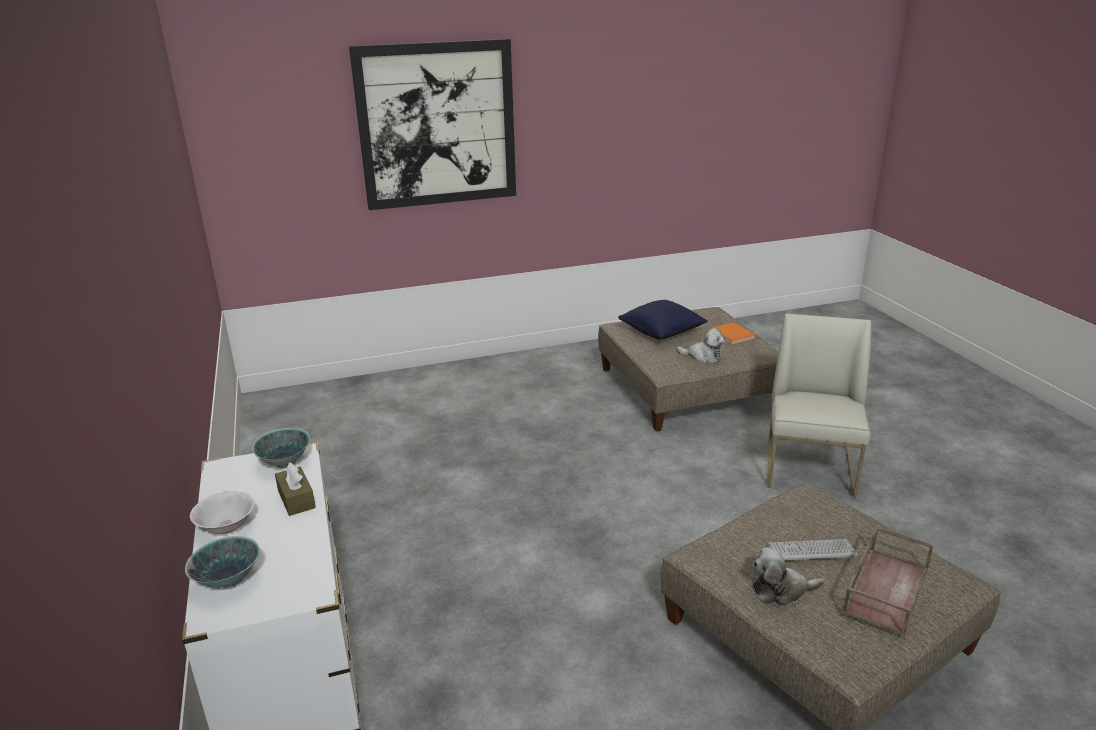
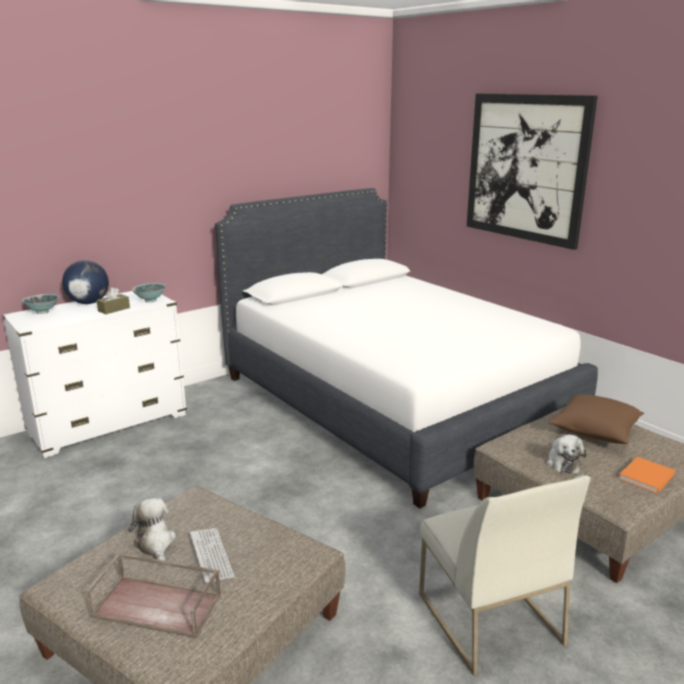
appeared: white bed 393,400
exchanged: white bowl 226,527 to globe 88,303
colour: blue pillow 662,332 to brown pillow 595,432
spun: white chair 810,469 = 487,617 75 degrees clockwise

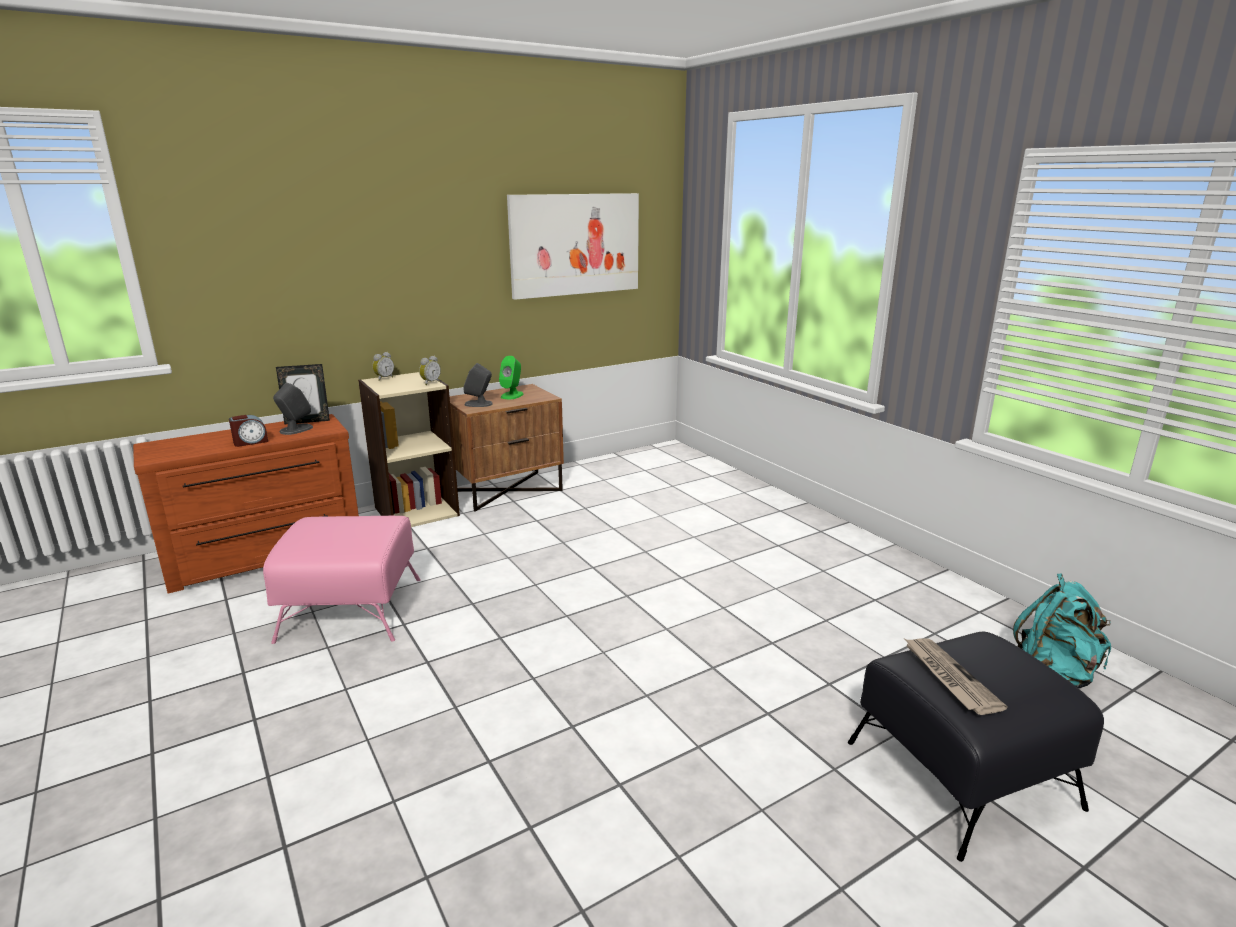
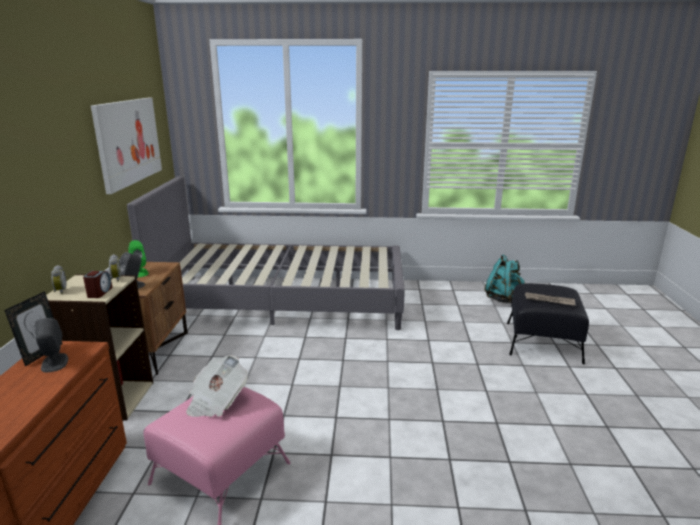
appeared: grey bed 283,301; newspaper 216,401
relocated: alarm clock 250,442 to 99,292

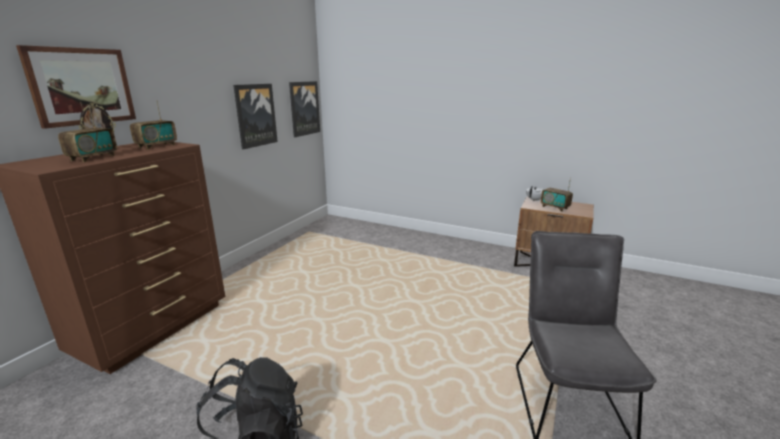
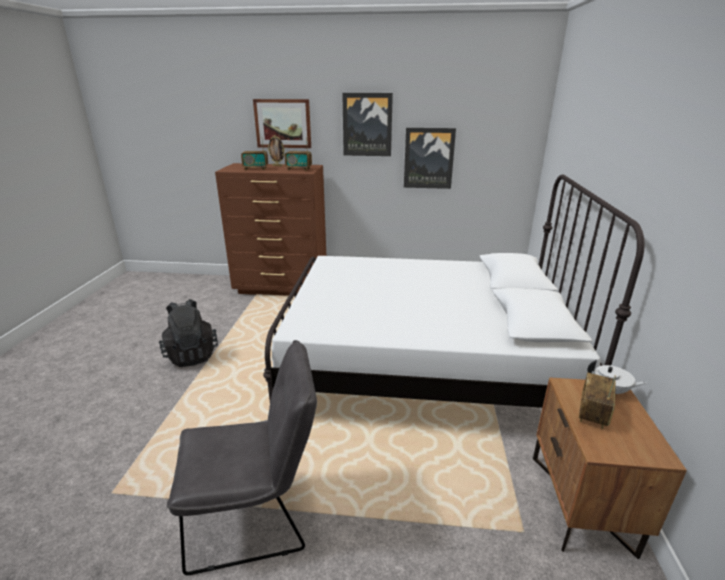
appeared: white bed 423,365
relocated: picture 304,108 to 367,125

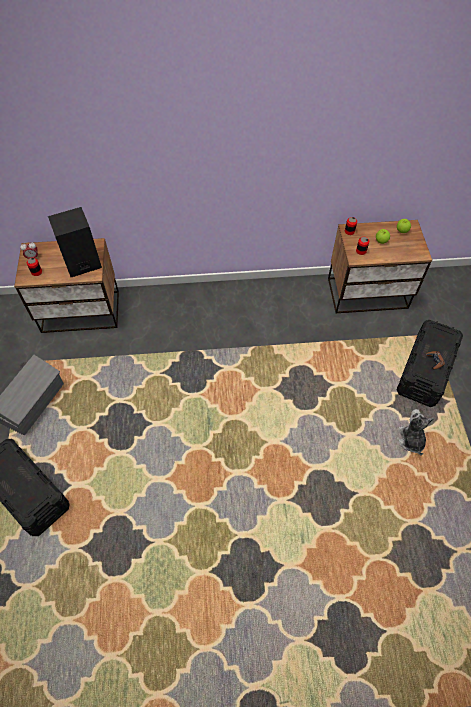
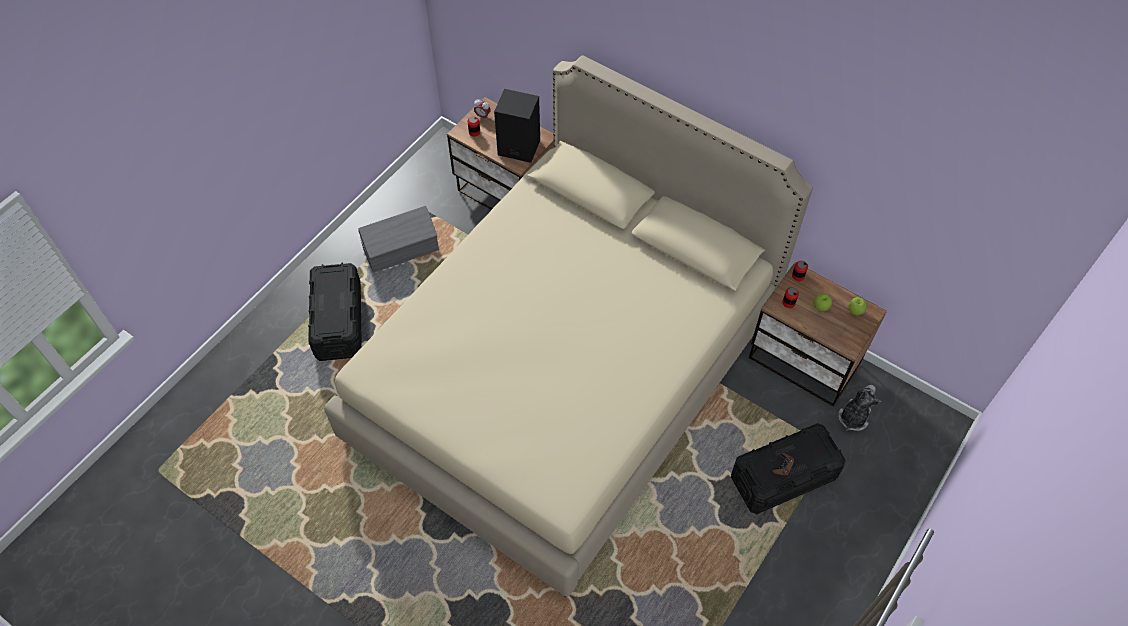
appeared: beige bed 564,376
relocated: plush toy 411,439 to 853,417

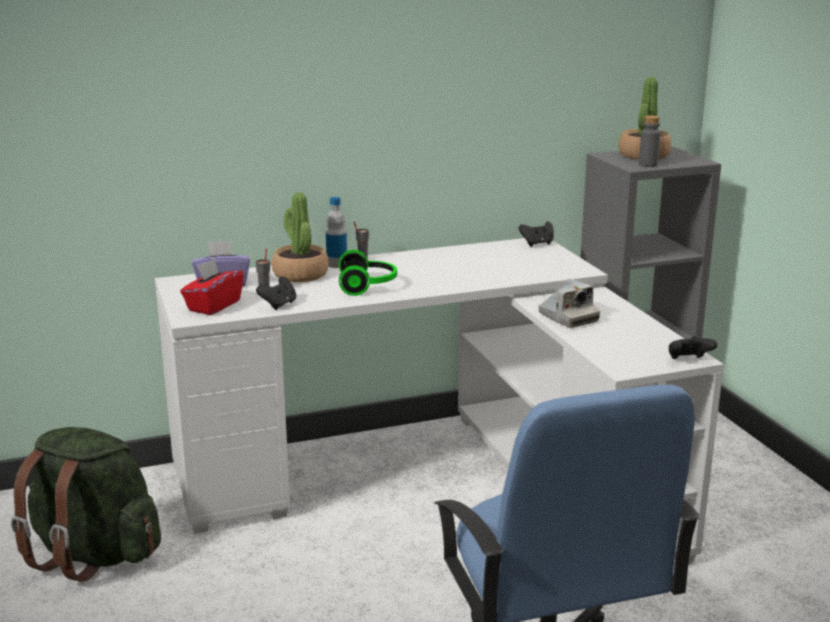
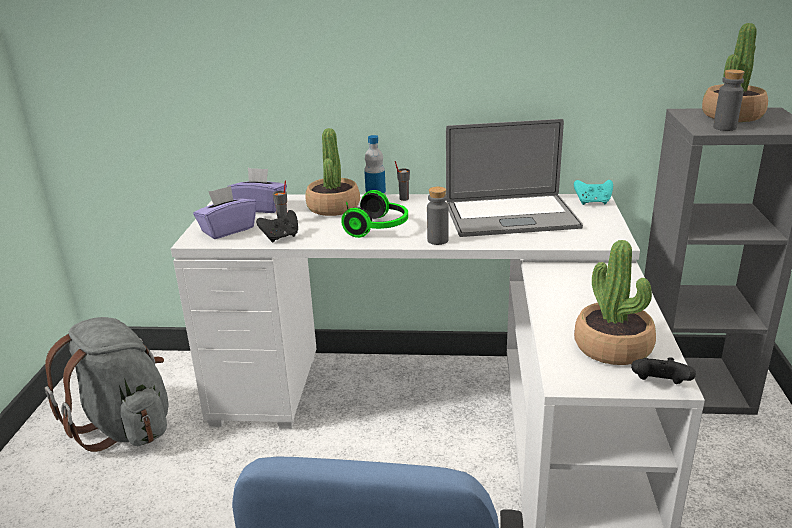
missing: photo camera 568,317
appeared: laptop 511,216; grey bottle 437,240; potted plant 613,347
colour: black game controller 537,244 to turquoise game controller 593,202; red tissue box 213,306 to purple tissue box 228,230; green backpack 94,554 to grey backpack 125,426

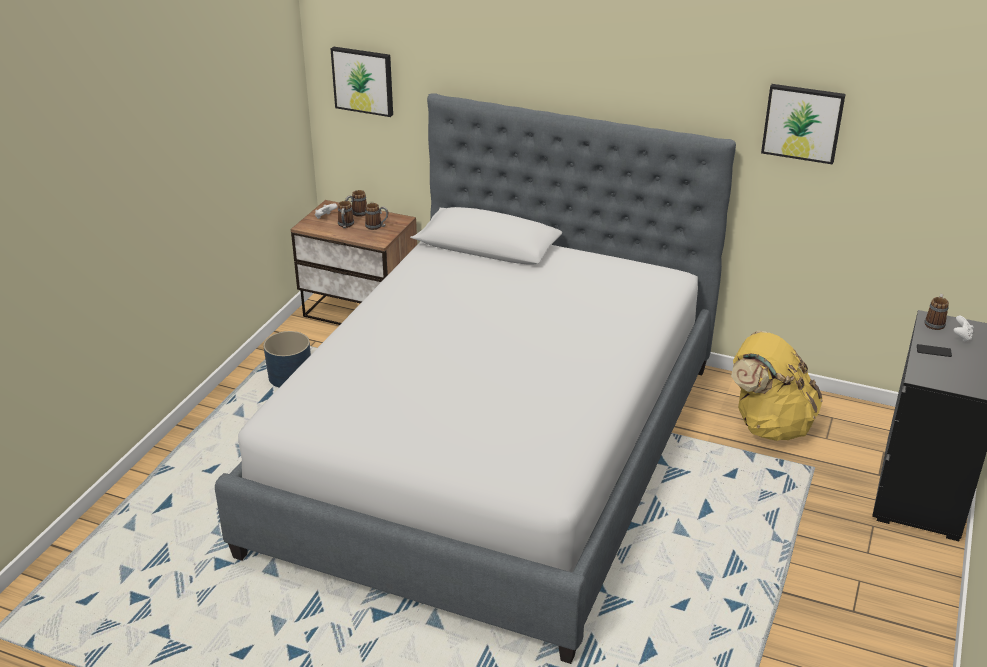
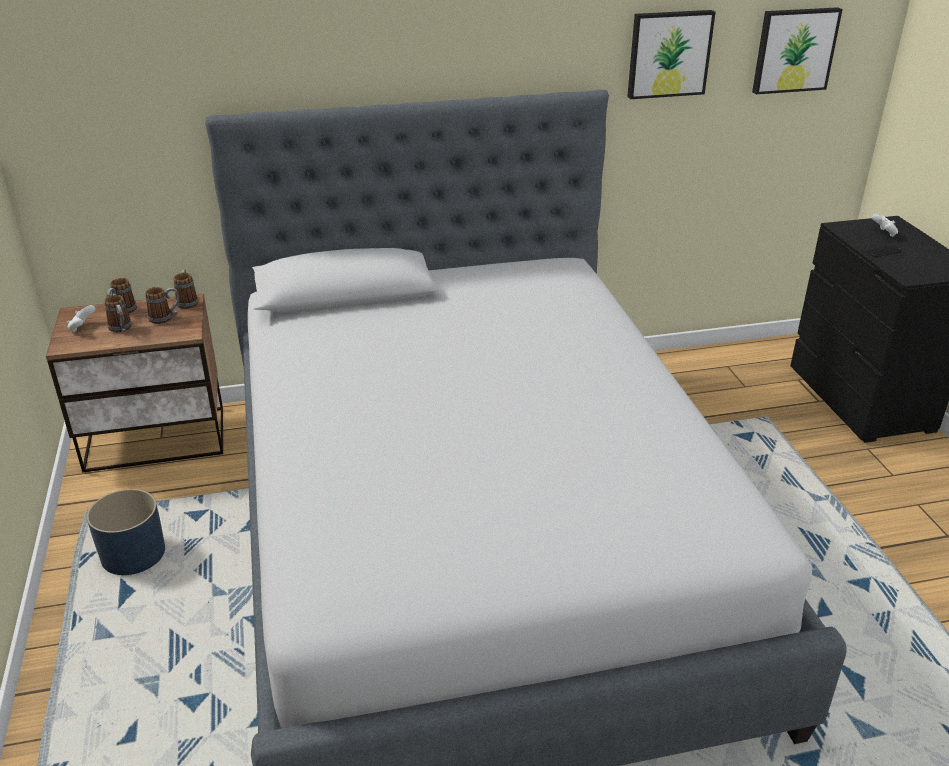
missing: yellow backpack 769,425
relocated: picture 363,80 to 794,50; mug 935,322 to 187,301

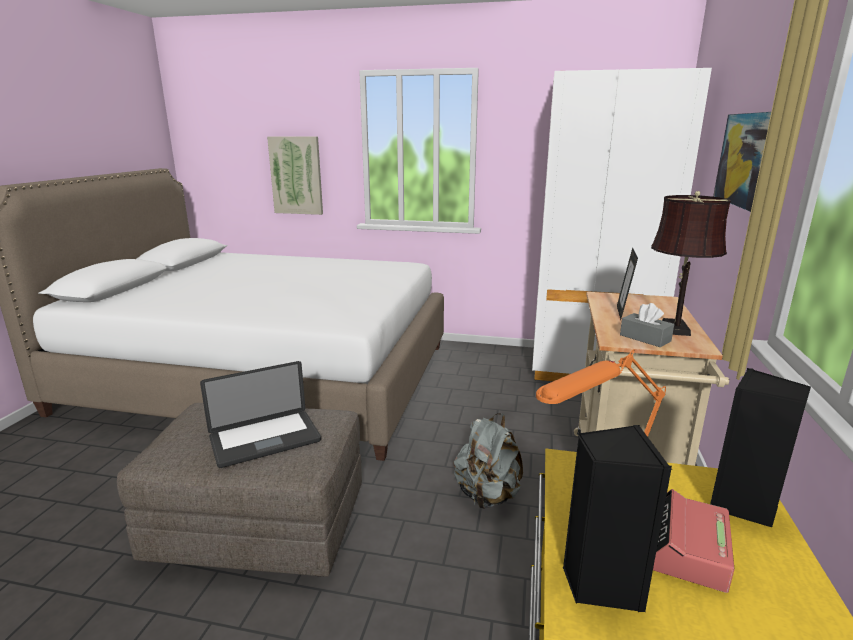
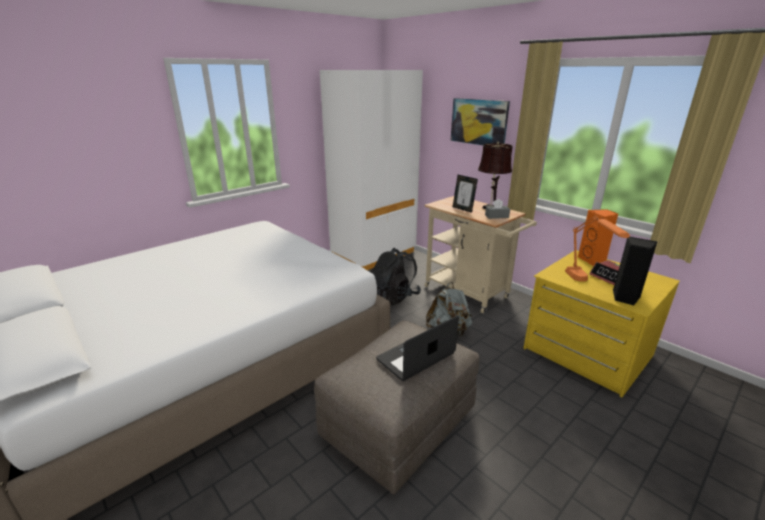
missing: picture 296,175
appeared: black backpack 394,297
colour: black speaker 743,506 to orange speaker 592,260
spun: laptop 265,439 = 416,357 135 degrees counterclockwise

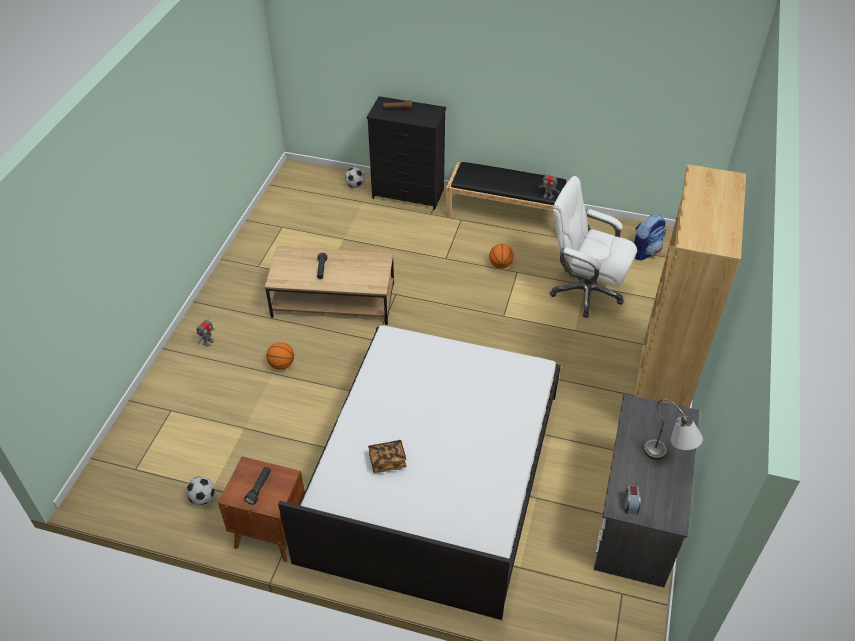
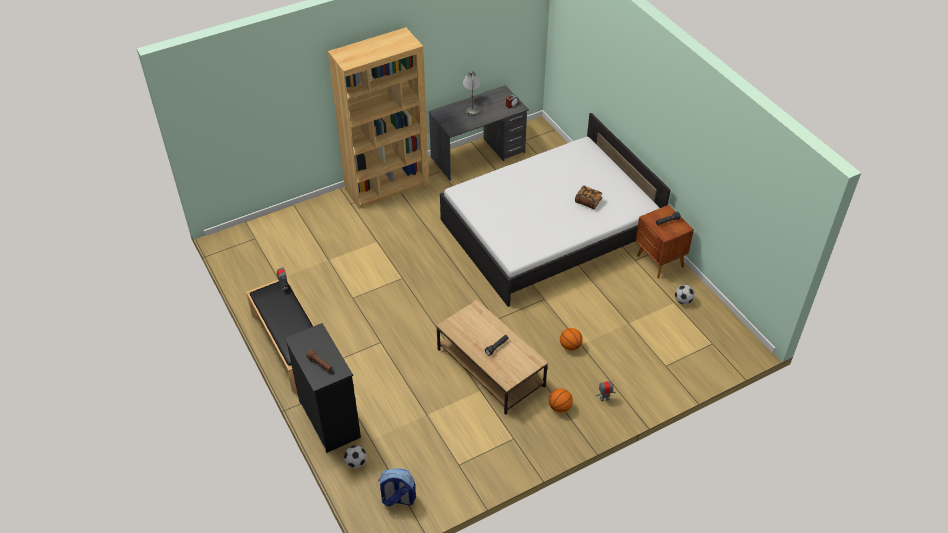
missing: white office chair 585,291
relocated: backpack 645,251 to 397,499; basketball 500,265 to 559,407

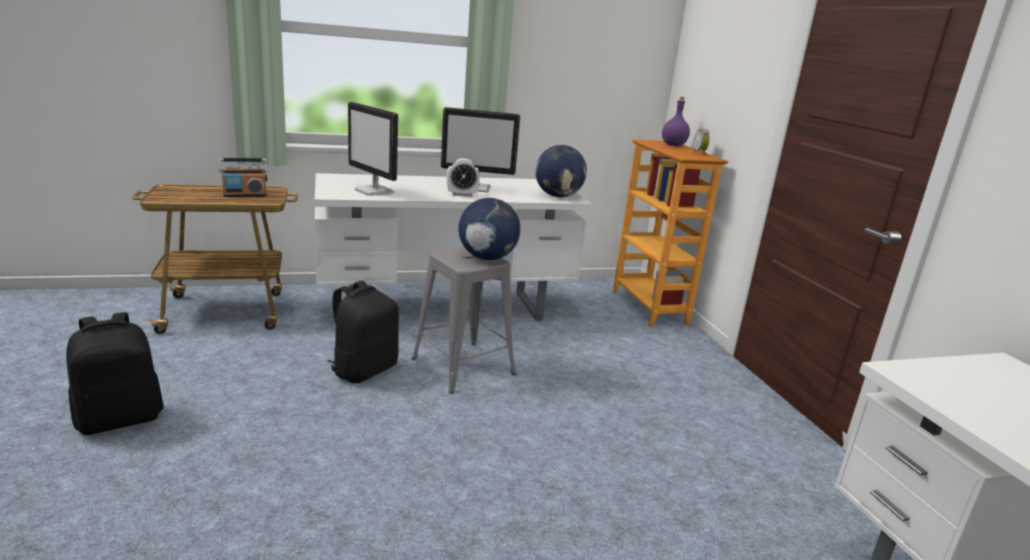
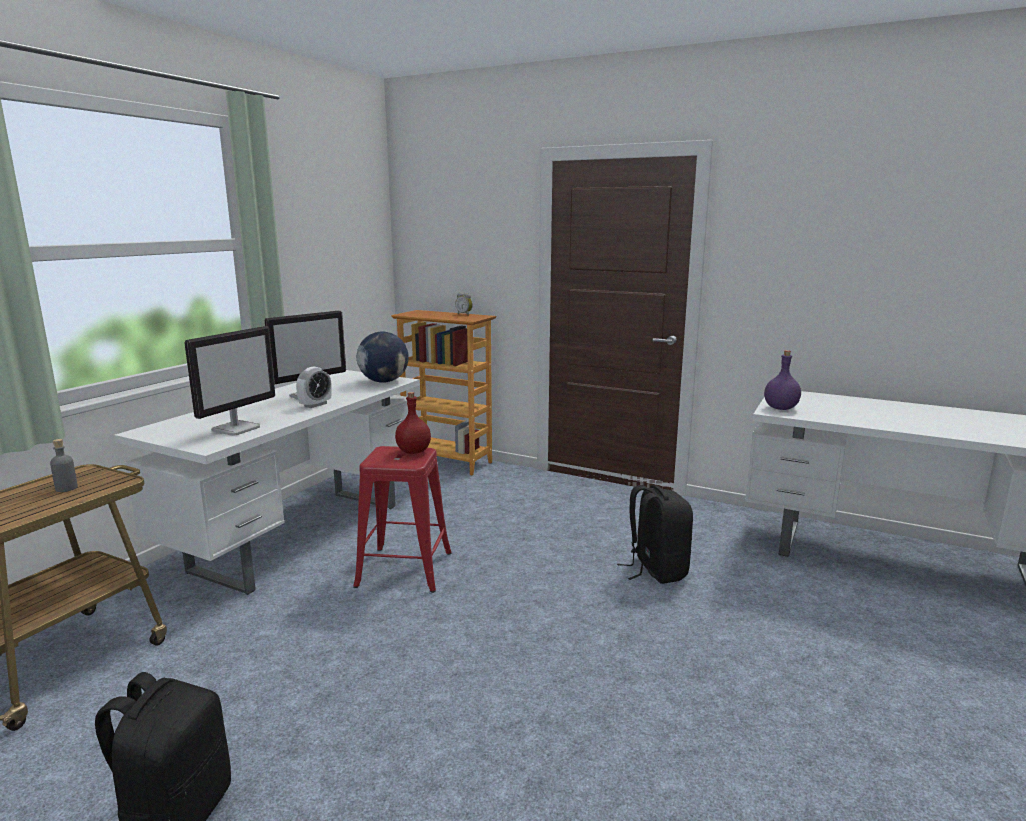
relocated: purple bottle 674,145 to 781,408; black backpack 364,370 to 655,570
exchanged: radio 245,195 to grey bottle 66,488; globe 487,258 to red bottle 413,451
colour: grey stool 463,366 to red stool 404,569
spun: monitor 374,191 = 236,429 60 degrees counterclockwise

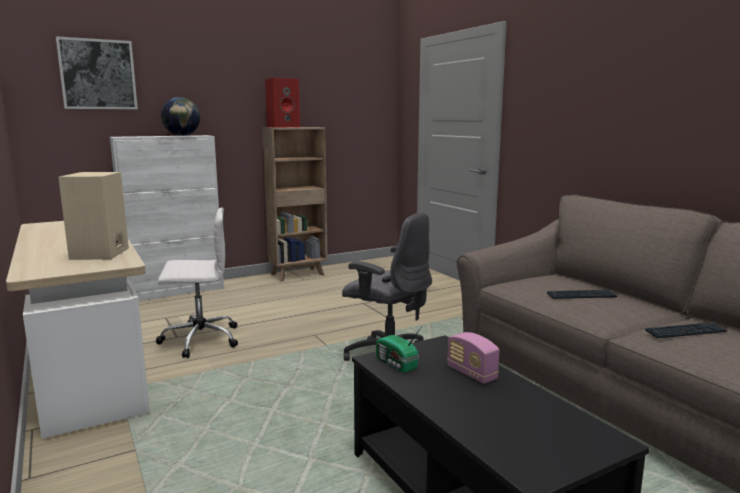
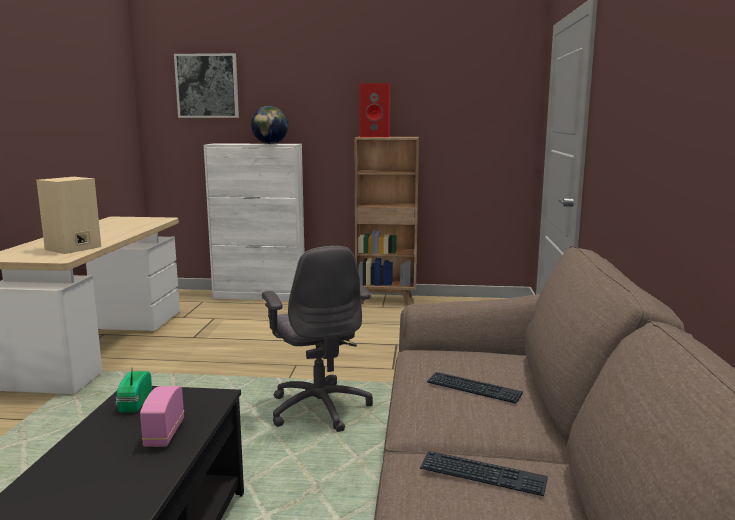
missing: white office chair 199,339

